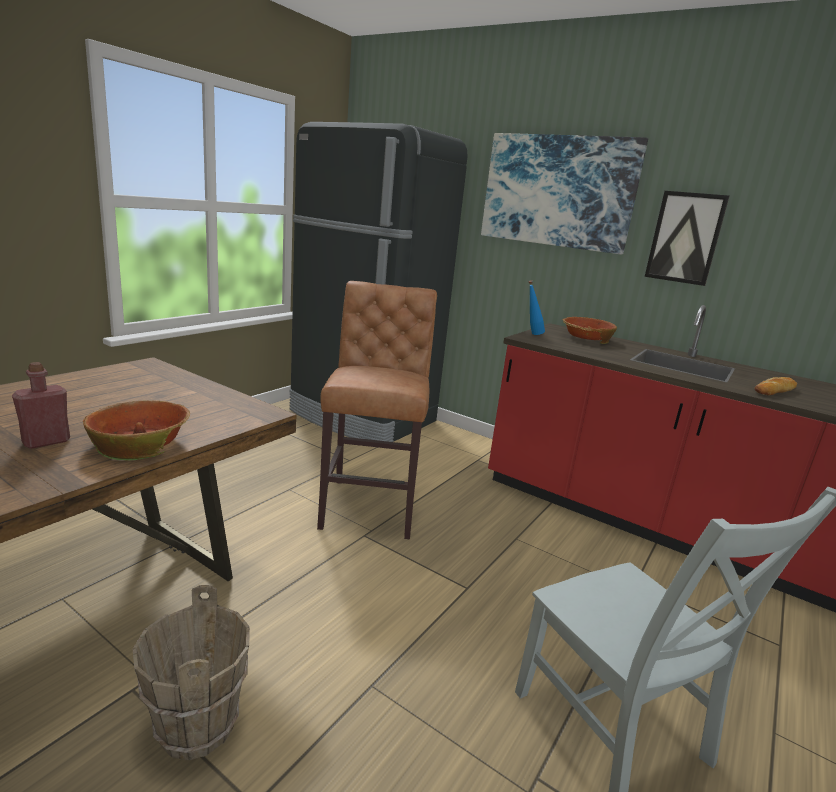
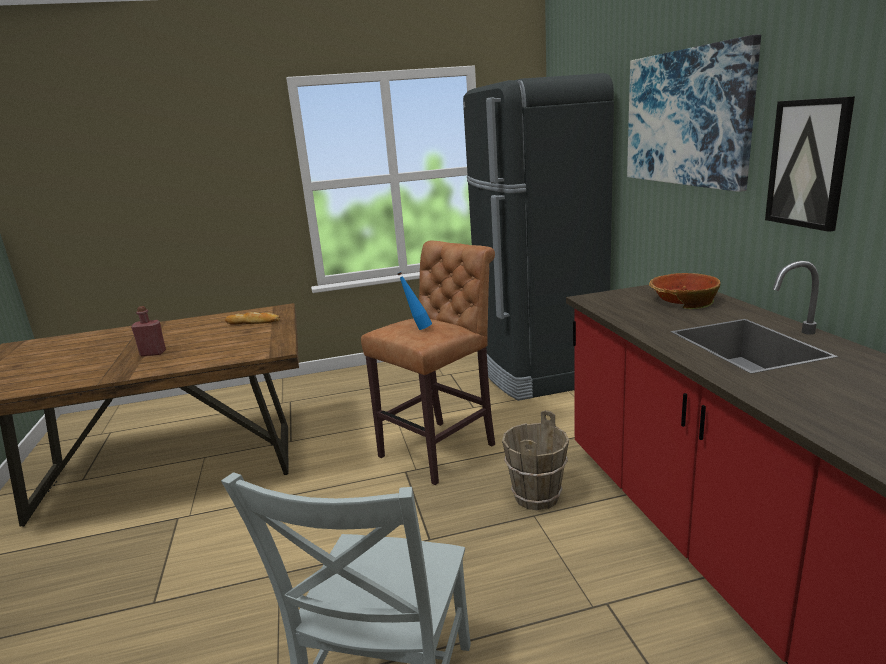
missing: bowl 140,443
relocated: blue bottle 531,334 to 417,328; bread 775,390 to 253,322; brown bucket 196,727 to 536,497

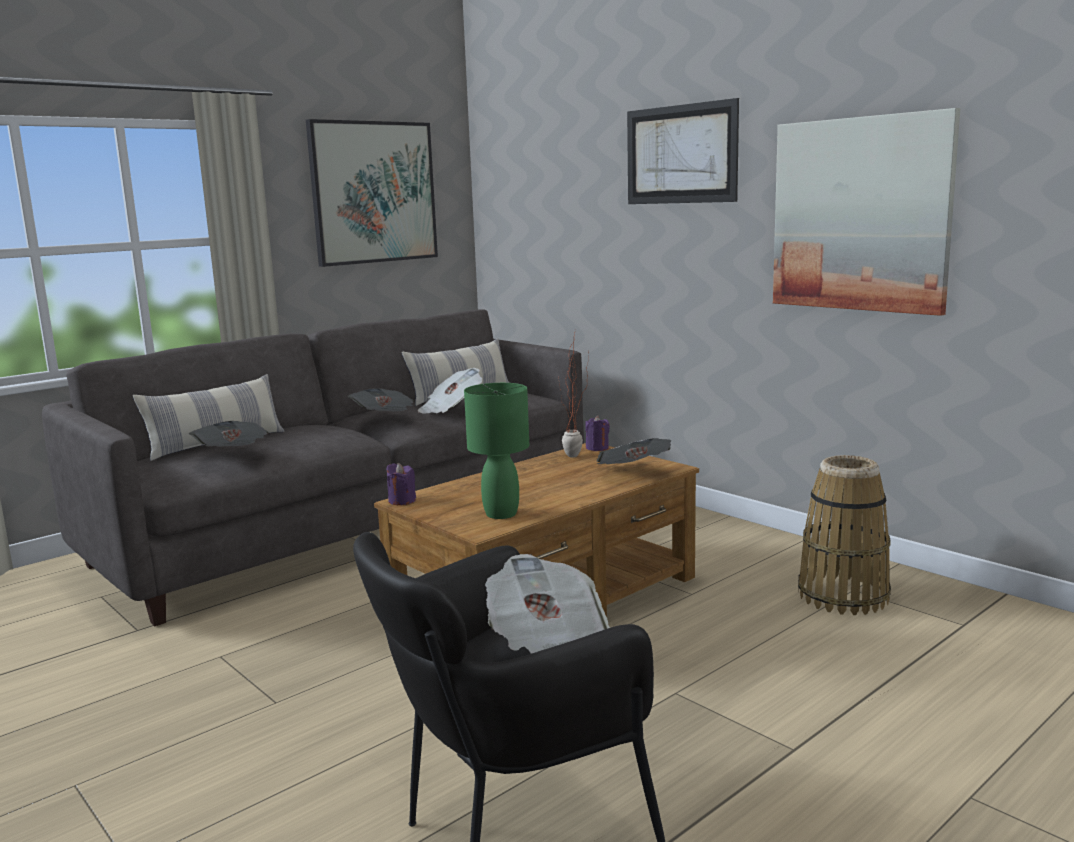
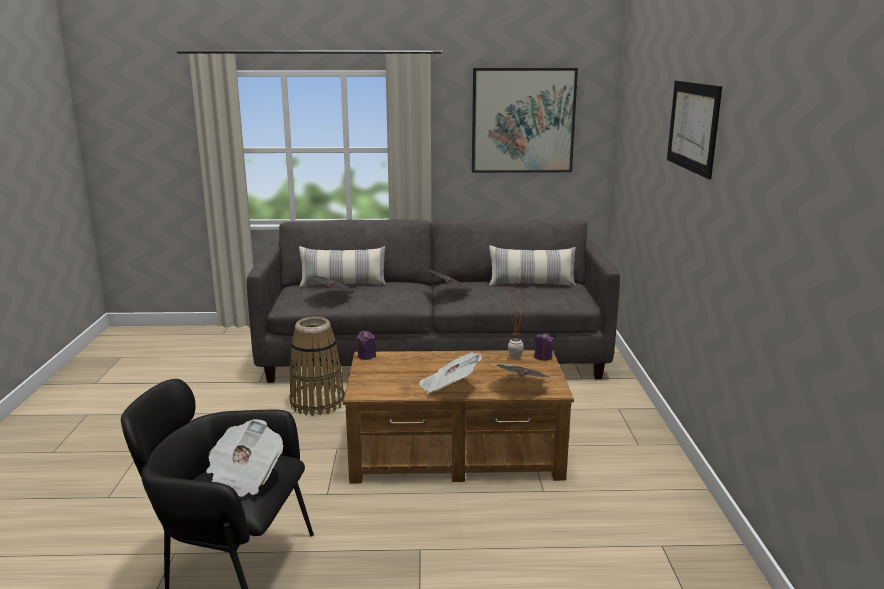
missing: picture 860,214; green table lamp 500,514
relocated: newspaper 450,409 to 448,388; basket 842,596 to 317,402

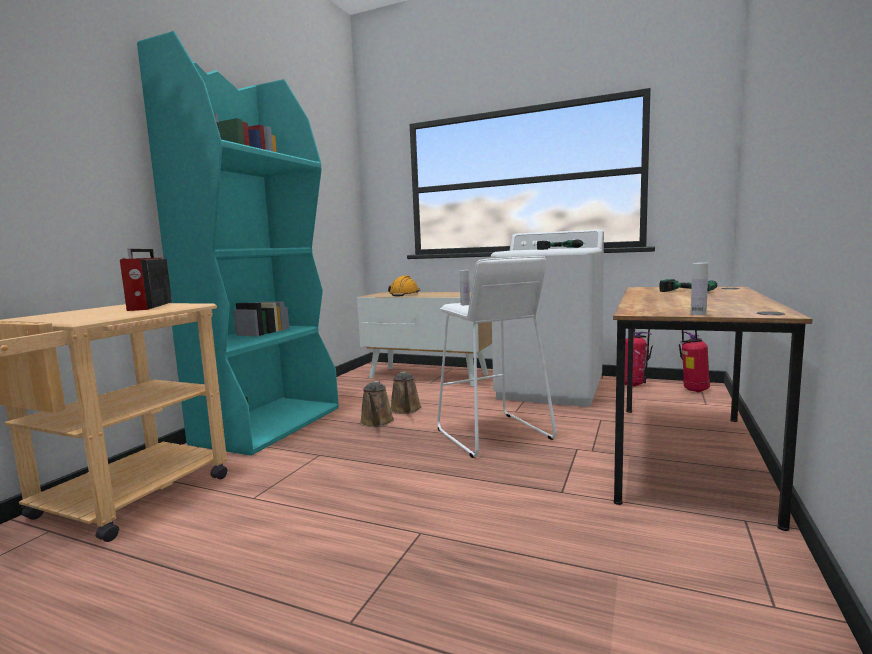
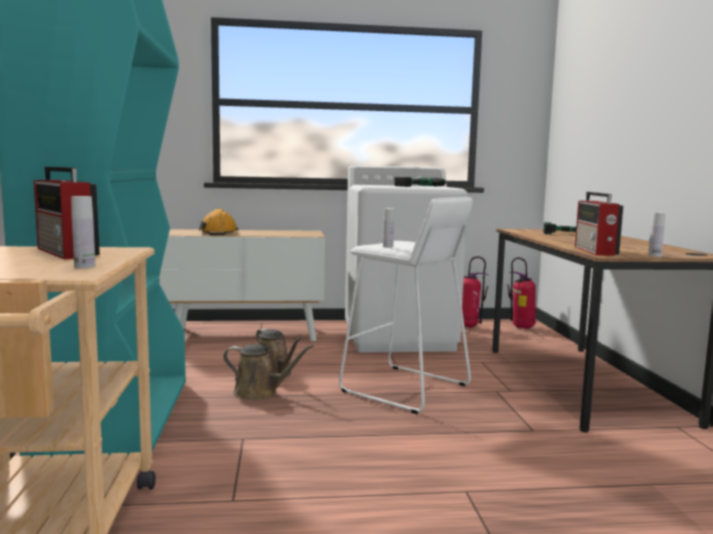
appeared: radio 595,251; white bottle 84,267
spun: brown watering can 376,422 = 259,392 45 degrees counterclockwise

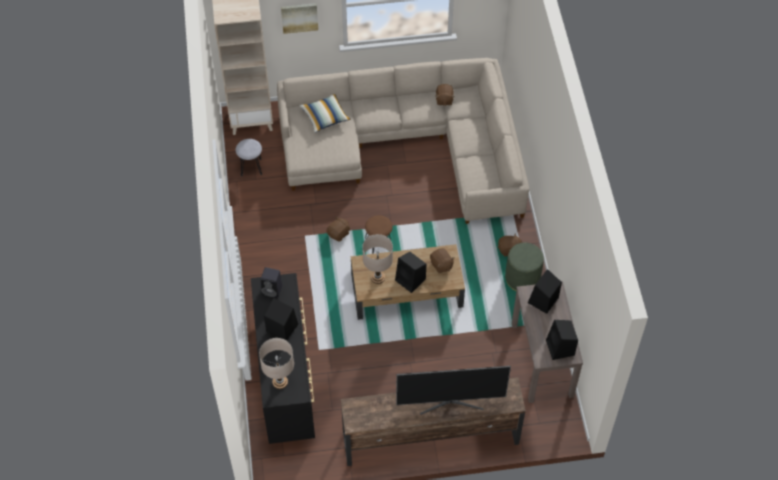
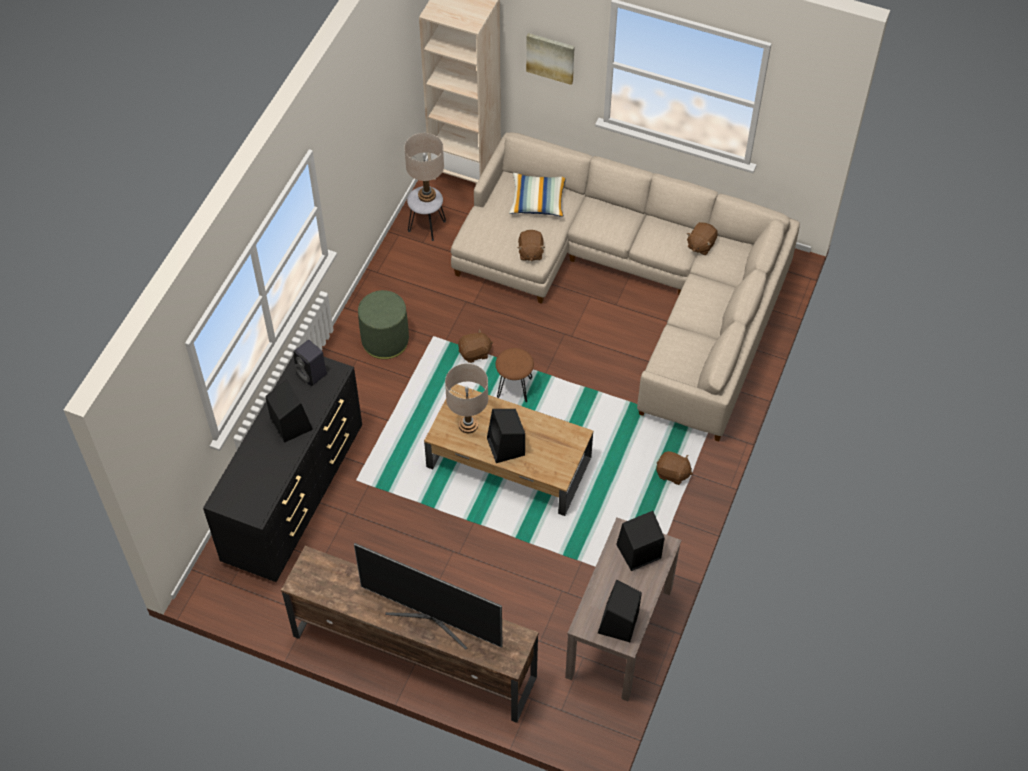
relocated: green ottoman 522,278 to 385,340; brown plush toy 441,265 to 530,252; beige table lamp 280,382 to 426,195

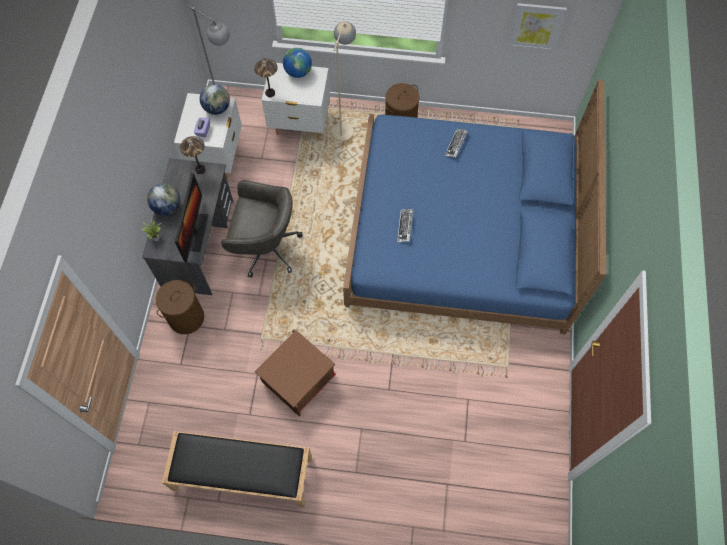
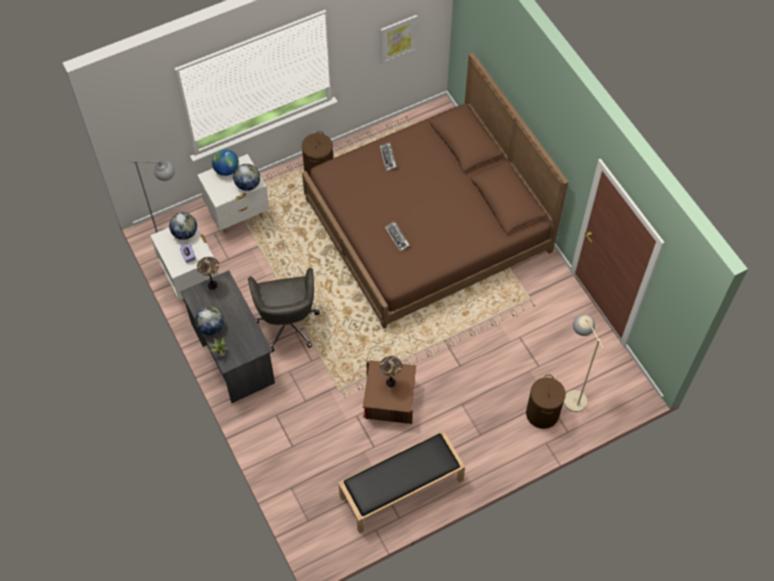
missing: monitor 195,232
appeared: globe 248,185
relocated: beige floor lamp 344,126 to 571,394; table lamp 270,93 to 390,383; brown laundry basket 186,318 to 542,414
colour: blue bed 461,232 to brown bed 427,224
spun: grey office chair 265,247 = 287,323 105 degrees clockwise

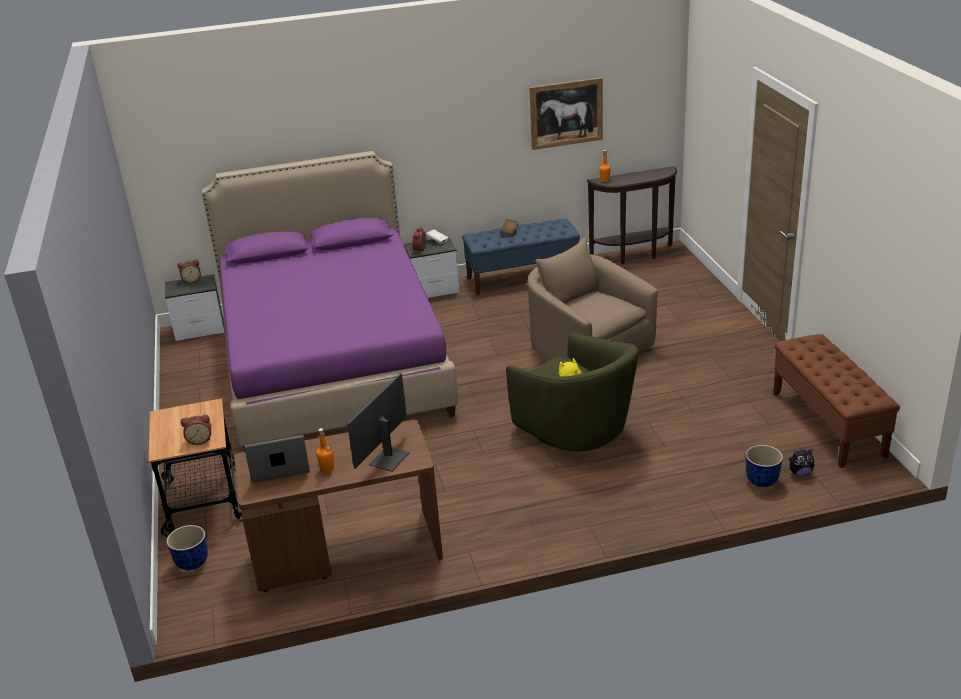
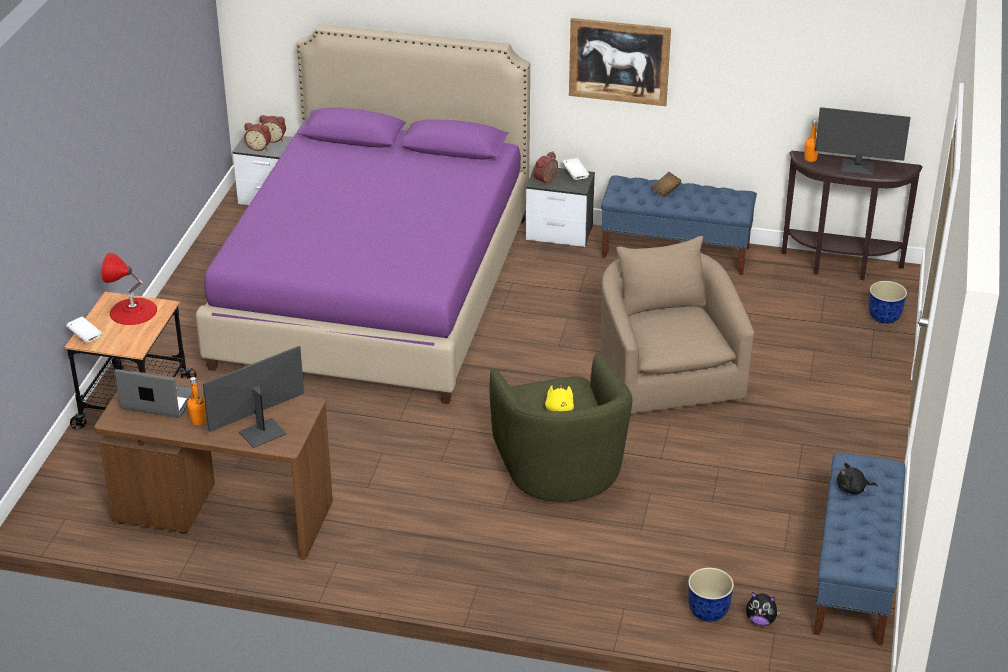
appeared: monitor 857,168; red table lamp 133,311; white book 85,336; black plush toy 853,489
relocated: picture 566,113 to 619,61; alarm clock 200,440 to 259,147; planter 191,563 to 883,317
colour: brown bench 828,424 to blue bench 854,577

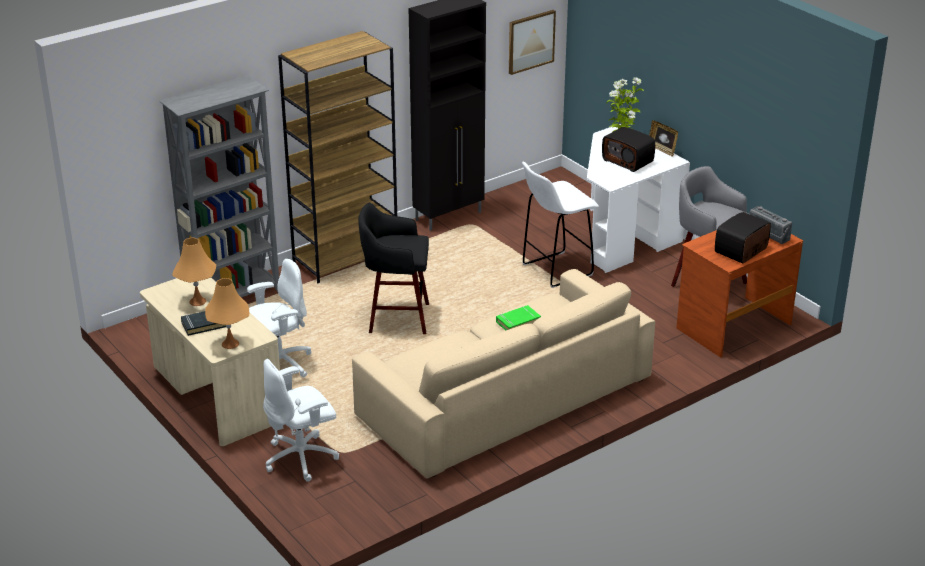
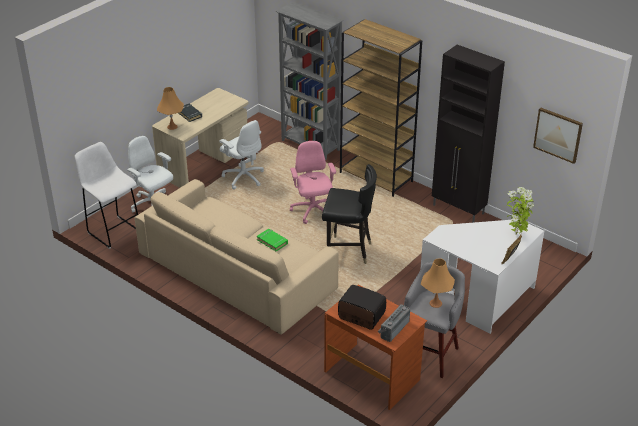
missing: radio 628,161
appeared: black chair 348,251
relocated: white stool 555,270 to 113,231; orange table lamp 198,301 to 435,303
exchanged: black stool 396,318 to pink office chair 312,211

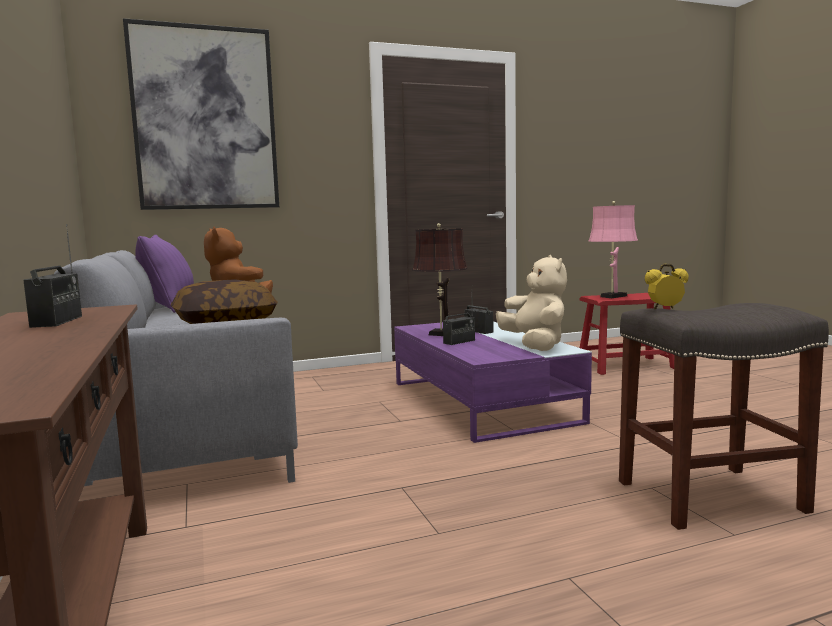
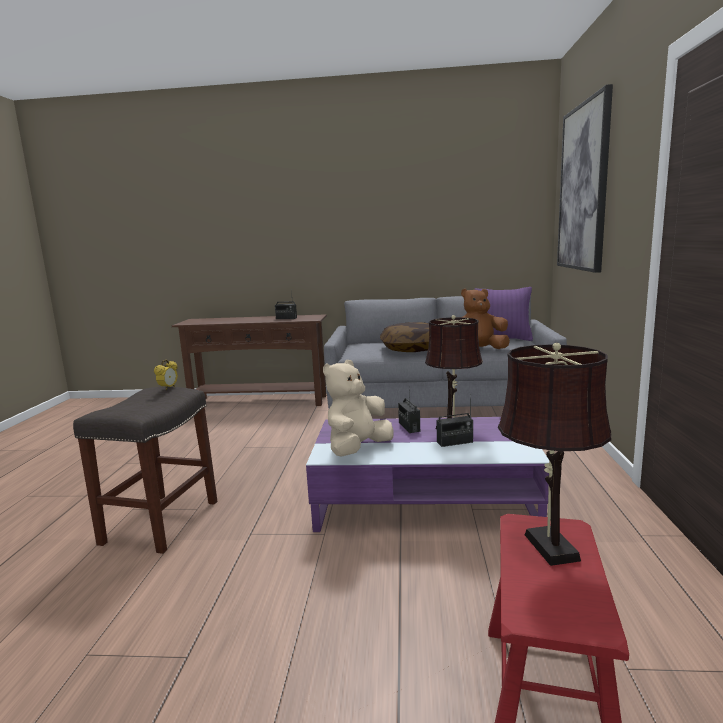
colour: pink table lamp 611,296 to brown table lamp 548,544
spun: beige plush toy 535,345 = 357,449 120 degrees clockwise

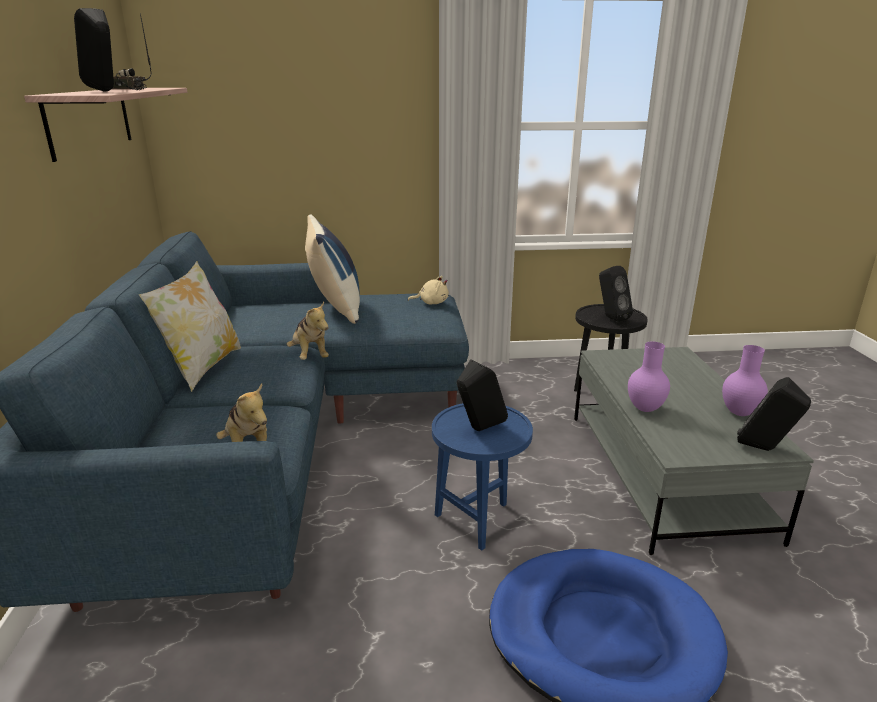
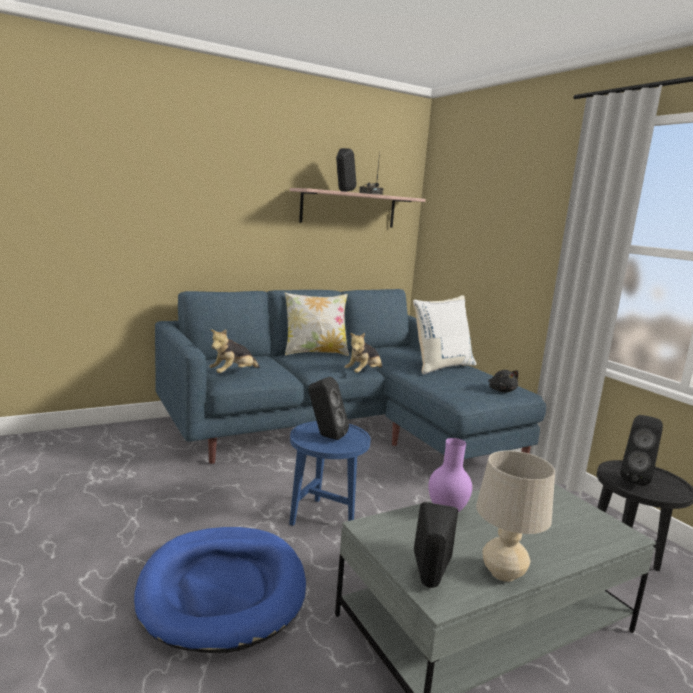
exchanged: purple vase 740,413 to beige table lamp 503,573
colour: blue pillow 335,308 to white pillow 441,366; beige plush toy 431,303 to black plush toy 501,391

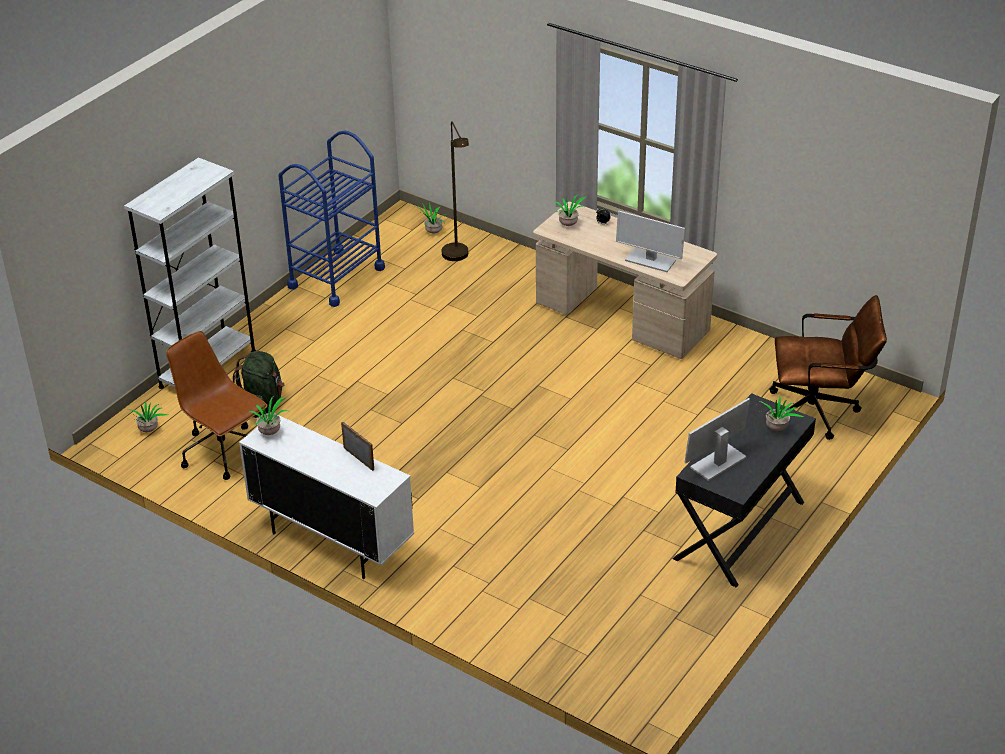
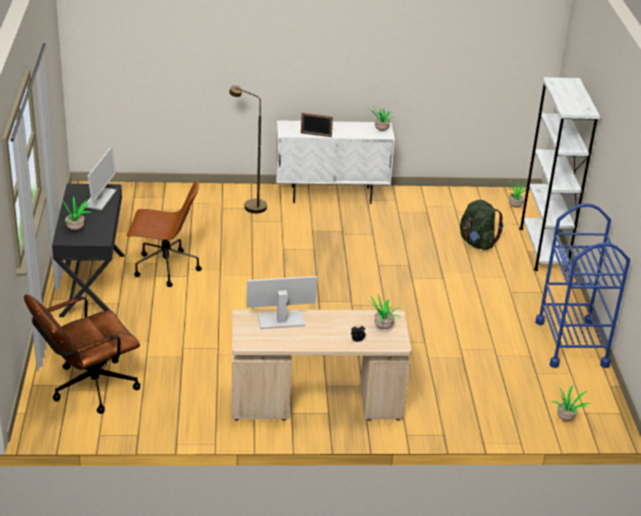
relocated: brown floor lamp 458,257 to 250,205; brown office chair 224,453 to 165,268

